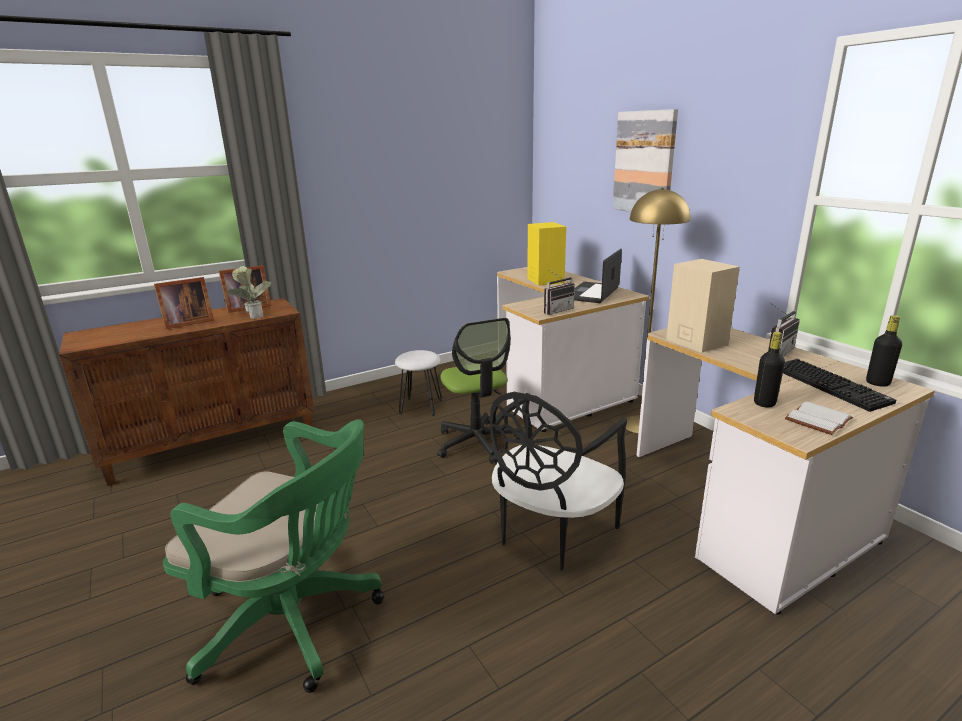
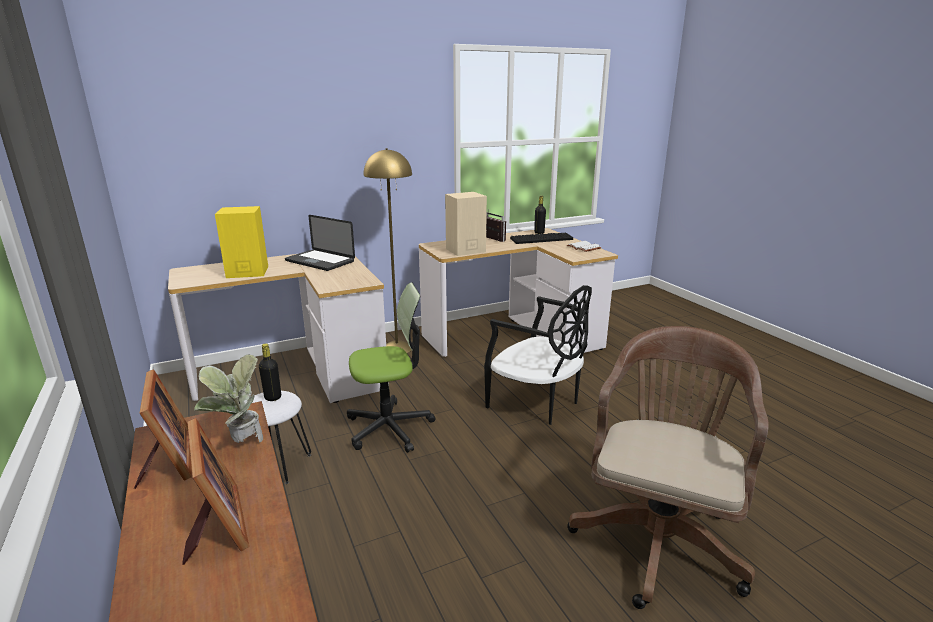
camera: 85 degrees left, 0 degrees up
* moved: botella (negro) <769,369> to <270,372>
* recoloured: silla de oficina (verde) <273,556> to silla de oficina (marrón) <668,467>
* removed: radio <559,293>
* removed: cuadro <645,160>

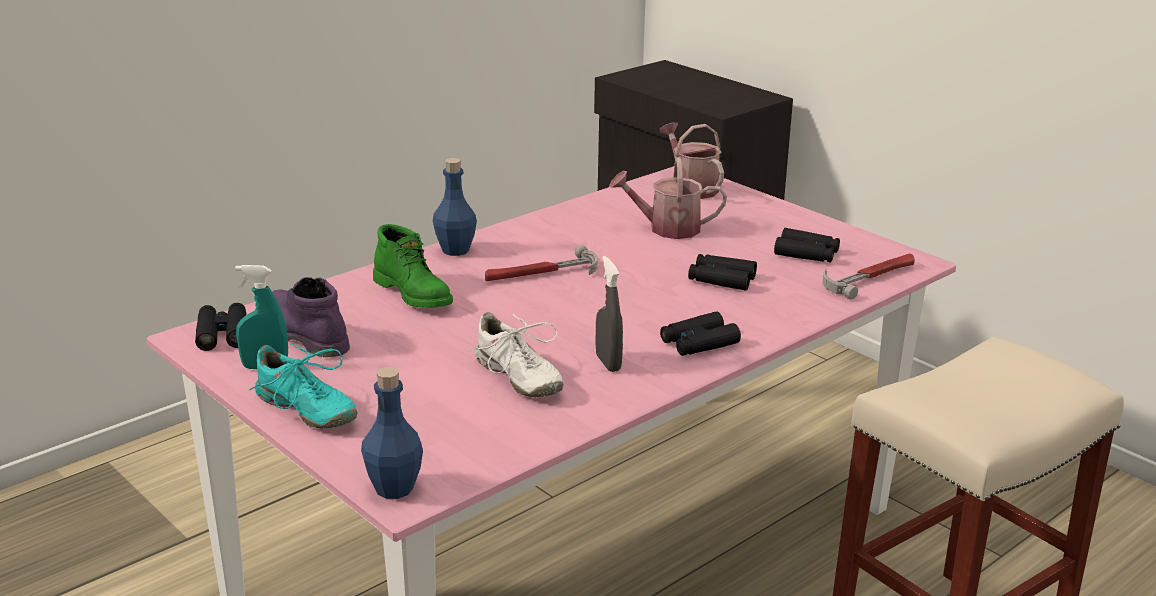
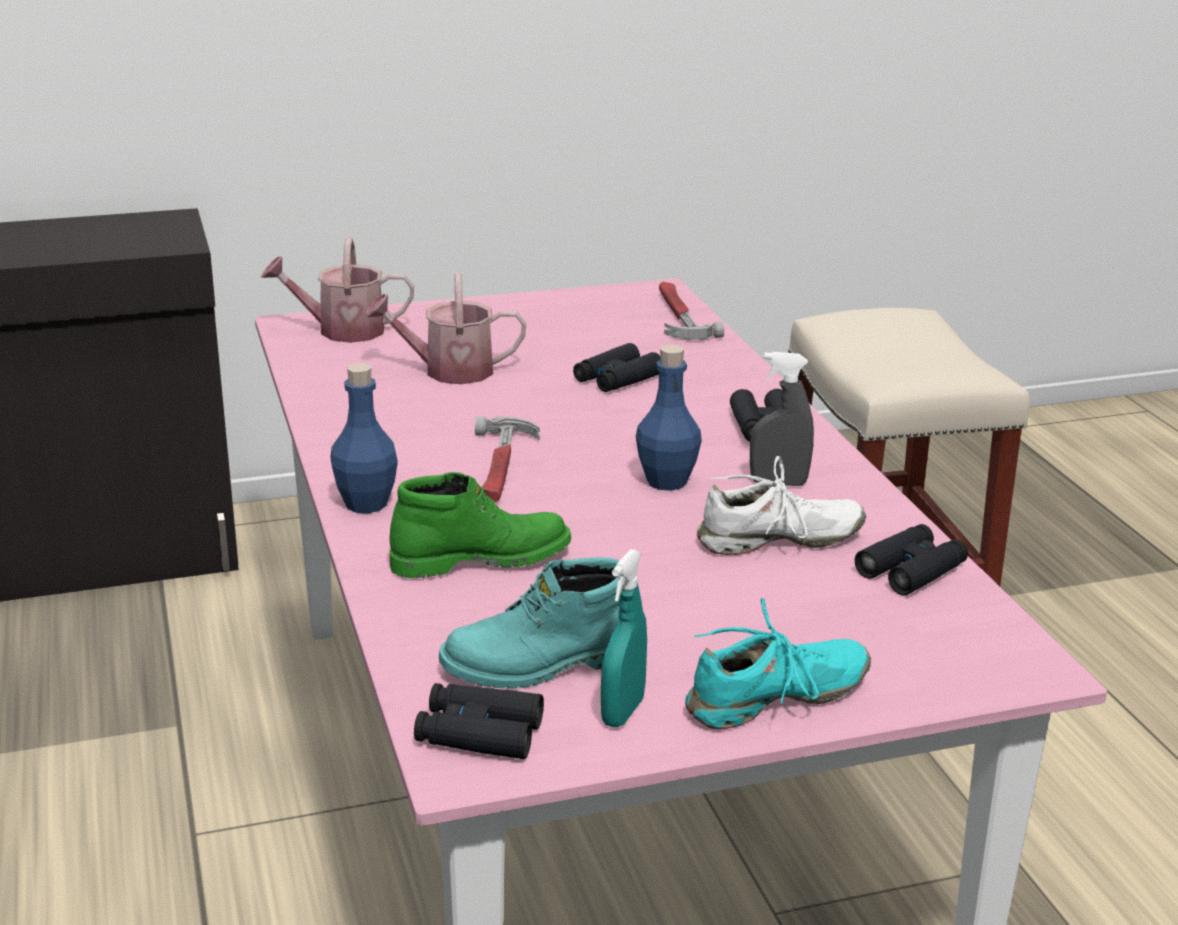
camera: 65 degrees left, 0 degrees up
* turned: regadera <668,198> = <445,328> 60 degrees clockwise
* recoloured: bota (morado) <311,317> to bota (turquesa) <529,622>
* moved: botella (azul) <392,433> to <669,418>
* moved: prismáticos (negro) <807,245> to <911,559>

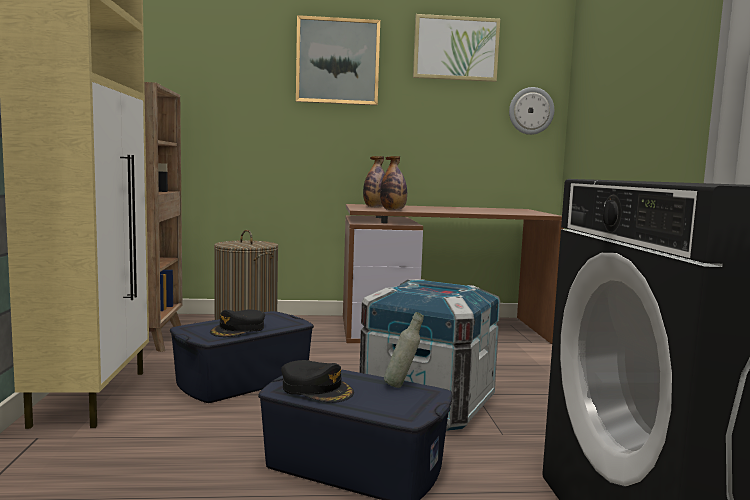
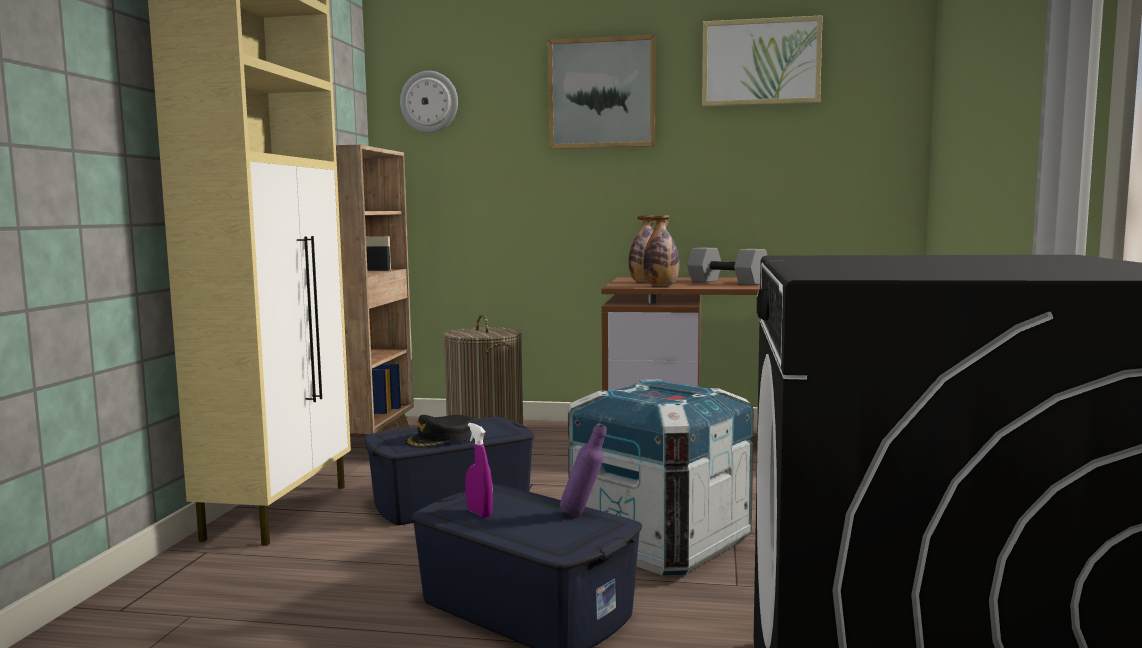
camera: 15 degrees right, 0 degrees up
* moved: reloj de pared <531,111> to <429,102>
* replaced: gorra (negro) <317,381> to pulverizador (morado) <479,470>
* recoloured: botella (gris) <404,350> to botella (morado) <583,469>
* added: mancuerna (gris) <727,266>

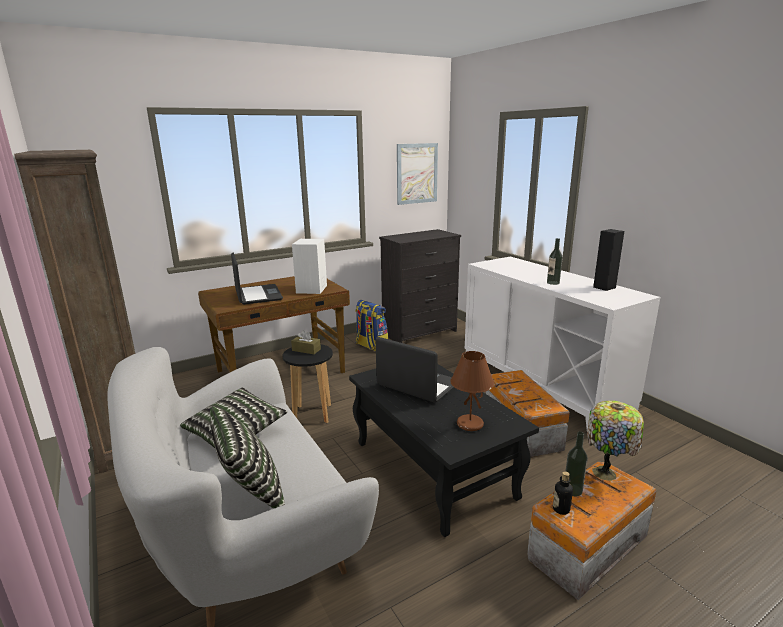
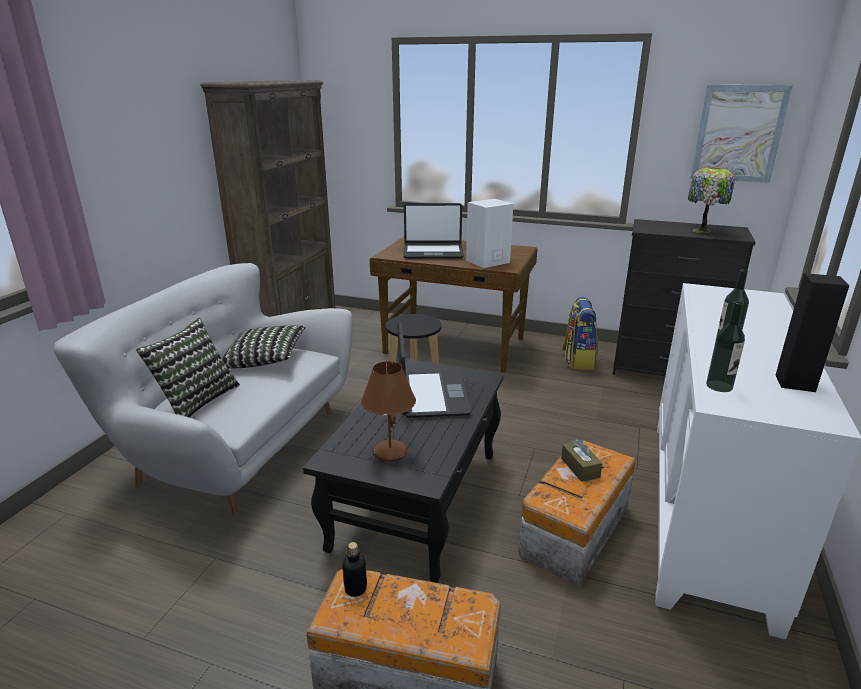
camera: 50 degrees right, 5 degrees up
* turned: portátil <257,278> = <433,231> 60 degrees clockwise
* moved: caja de pañuelos (marrón) <306,342> to <582,460>
* moved: lámpara de mesa <615,441> to <711,199>
* moved: botella <576,463> to <725,346>

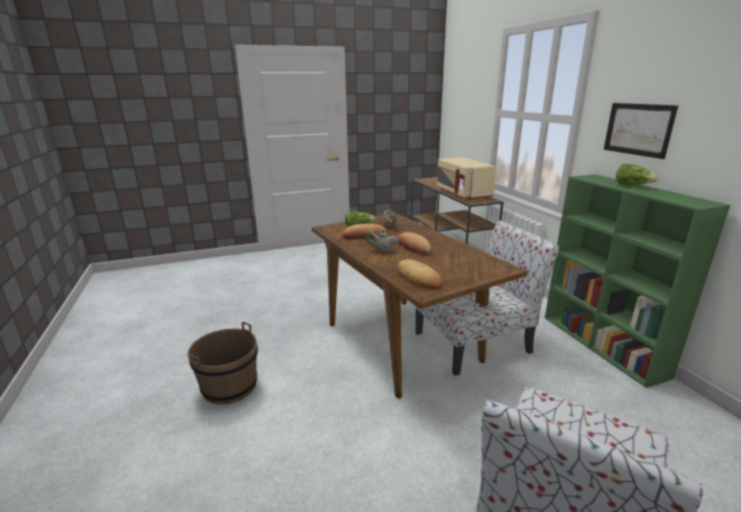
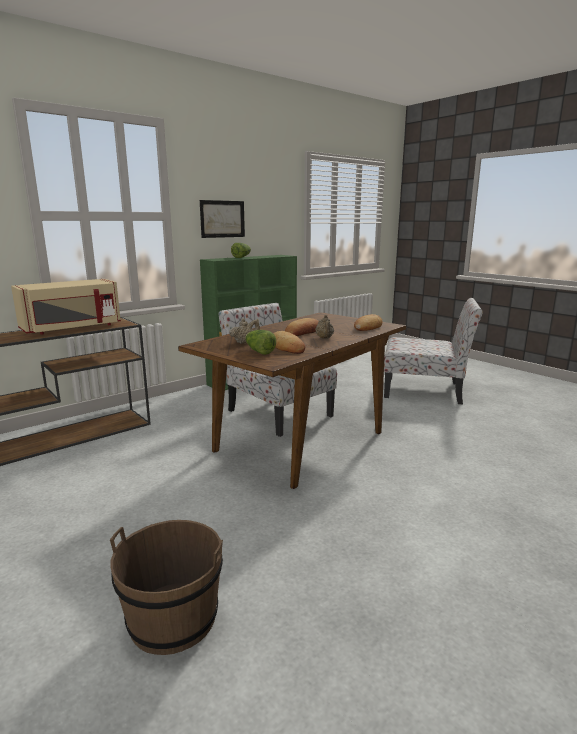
camera: 110 degrees left, 5 degrees down
* moved: cubo (marrón) <222,362> to <166,587>

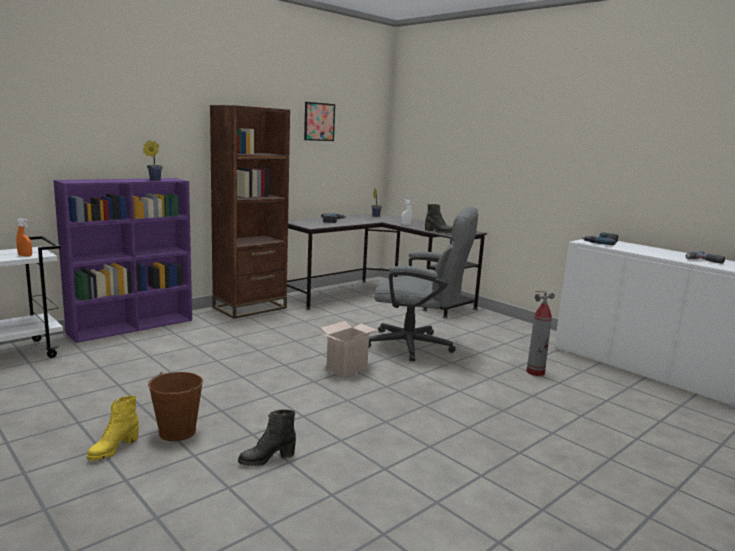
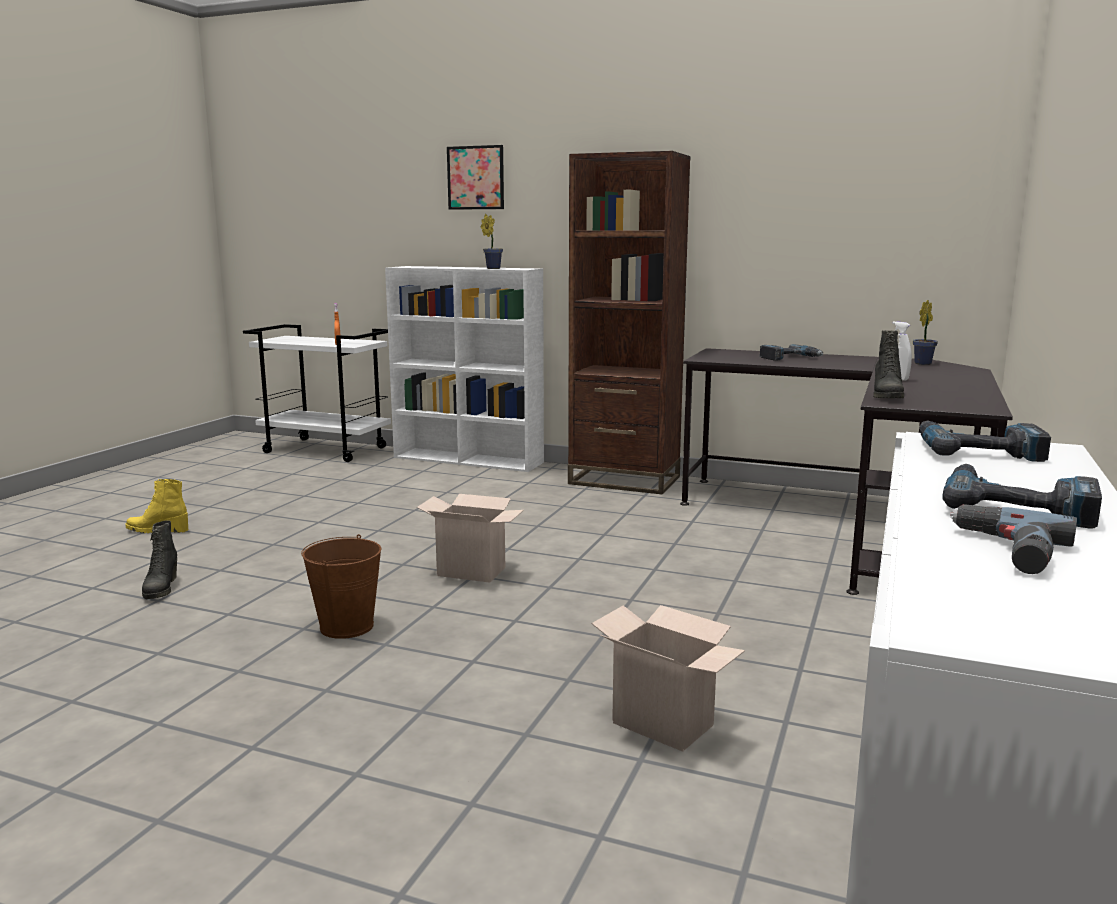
camera: 65 degrees right, 0 degrees up
* turned: bota (negro) <267,437> = <159,559> 135 degrees counterclockwise
* moved: cubo (marrón) <175,406> to <341,586>
* recoloured: estantería (morado) <122,260> to estantería (blanco) <464,369>
* moved: cuadro <319,121> to <475,177>
* replaced: extintor <540,333> to caja de cartón <668,678>
* added: taladro <1022,496>
* removed: silla de oficina (gris) <423,284>

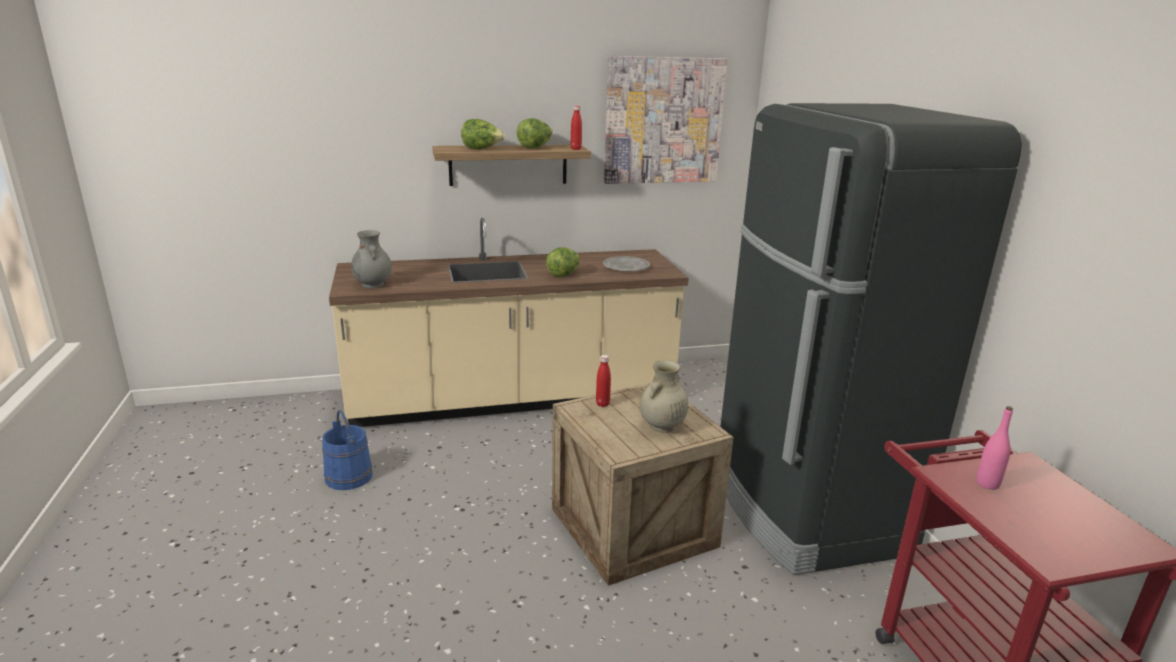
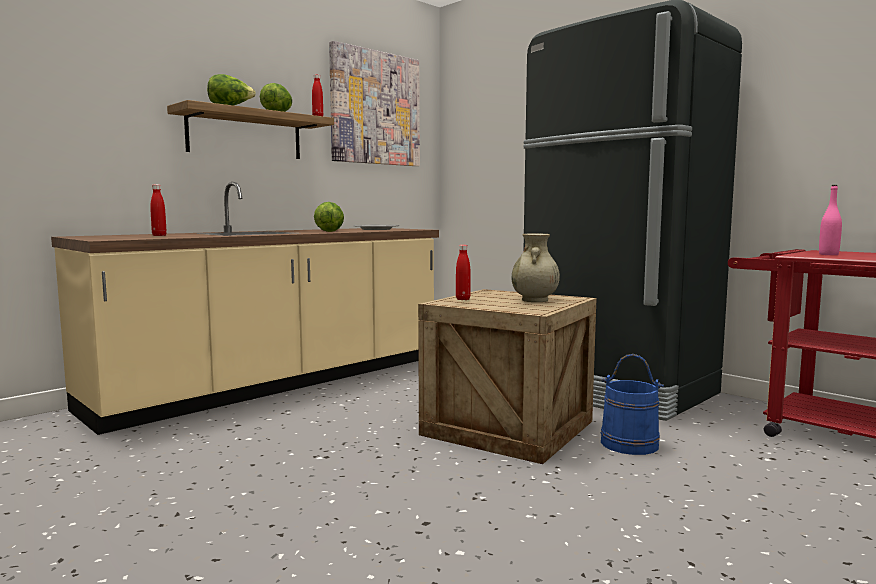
camera: 30 degrees left, 15 degrees down
* added: botella (rojo) <158,210>
* moved: cubo (azul) <347,450> to <632,404>
* removed: florero (gris) <371,259>

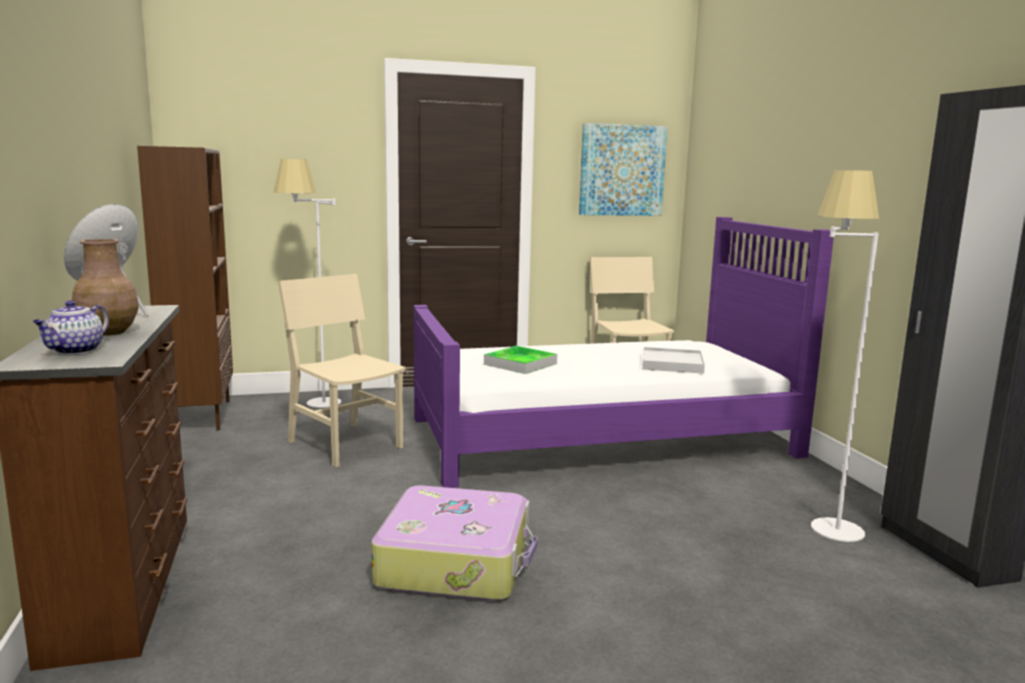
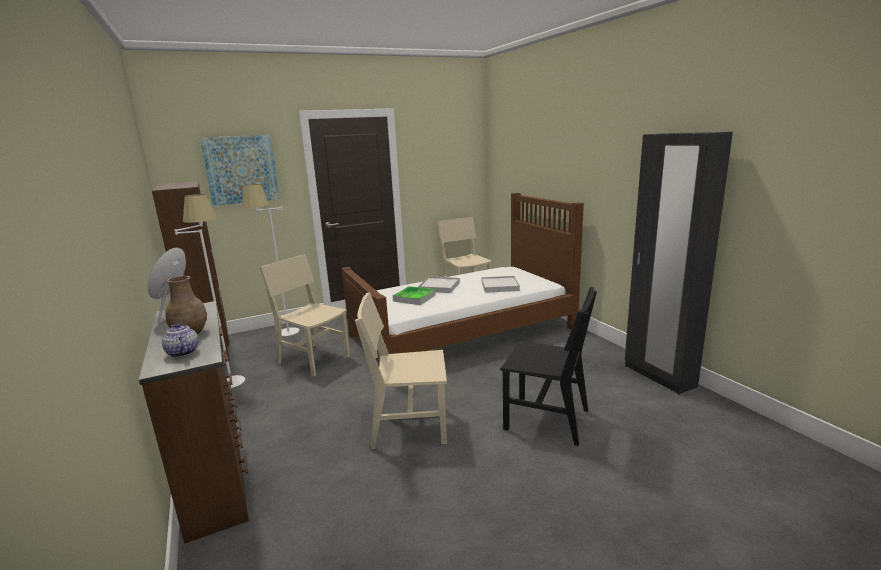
camera: 10 degrees left, 5 degrees up
* turned: tetera <71,327> = <180,340> 135 degrees clockwise
* moved: lámpara de pie (blanco) <845,356> to <209,291>
* moved: cuadro <623,169> to <240,170>
* recoloured: cama (morado) <624,352> to cama (marrón) <463,275>
* replaced: maleta <454,543> to silla (beis) <401,370>
* added: bandeja (blanco) <439,284>
* added: silla (negro) <548,366>

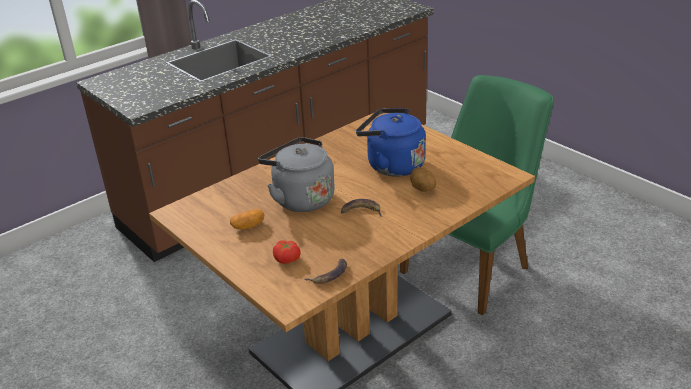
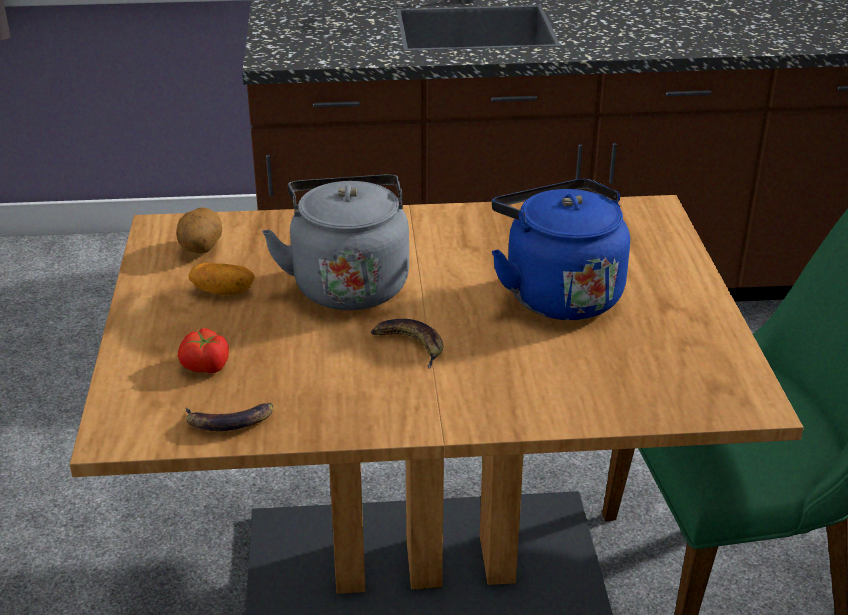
camera: 35 degrees right, 0 degrees up
* moved: patata <423,179> to <199,231>

